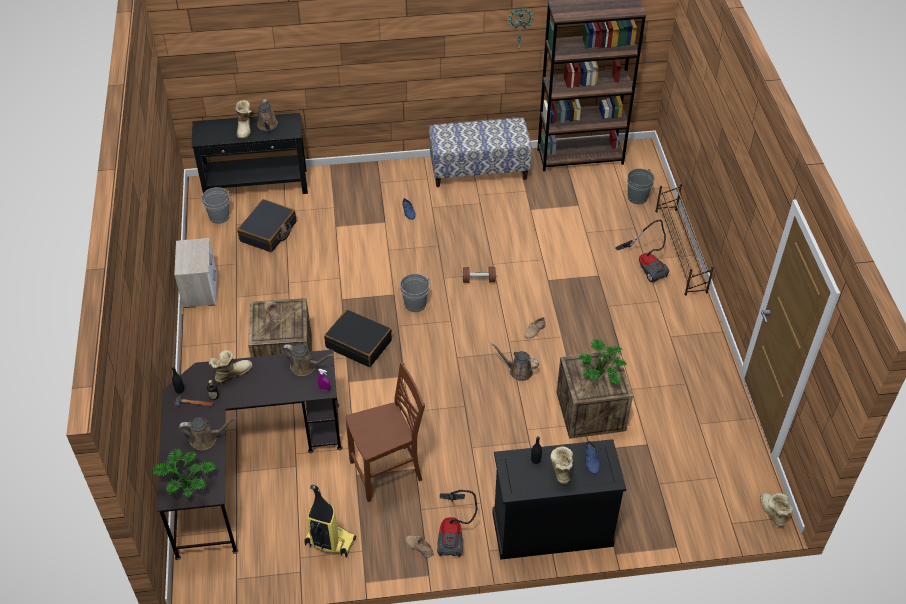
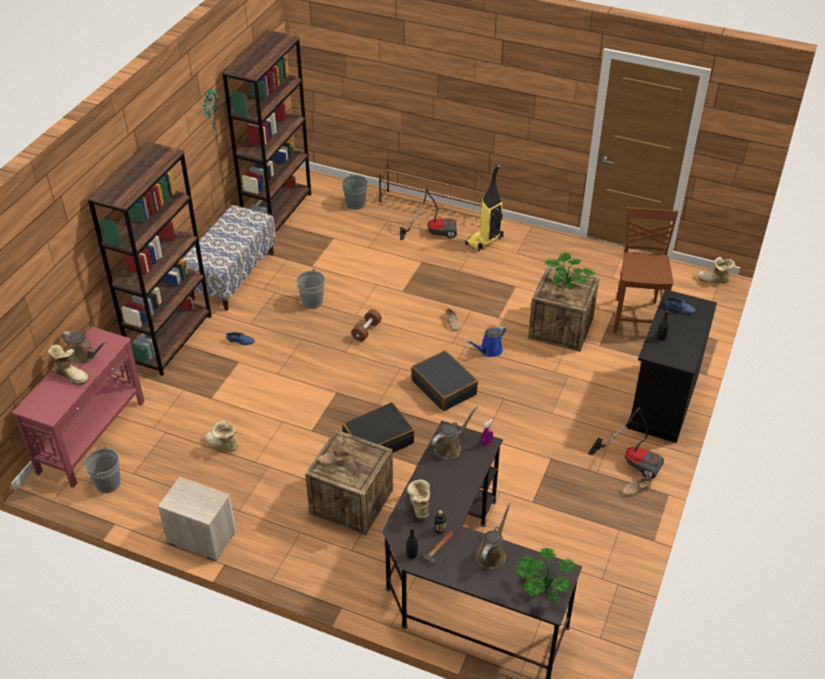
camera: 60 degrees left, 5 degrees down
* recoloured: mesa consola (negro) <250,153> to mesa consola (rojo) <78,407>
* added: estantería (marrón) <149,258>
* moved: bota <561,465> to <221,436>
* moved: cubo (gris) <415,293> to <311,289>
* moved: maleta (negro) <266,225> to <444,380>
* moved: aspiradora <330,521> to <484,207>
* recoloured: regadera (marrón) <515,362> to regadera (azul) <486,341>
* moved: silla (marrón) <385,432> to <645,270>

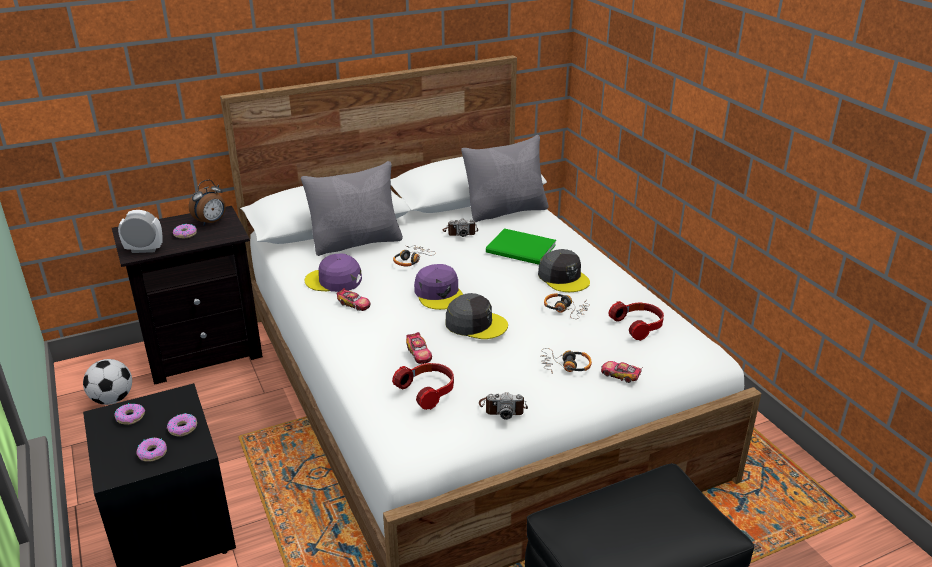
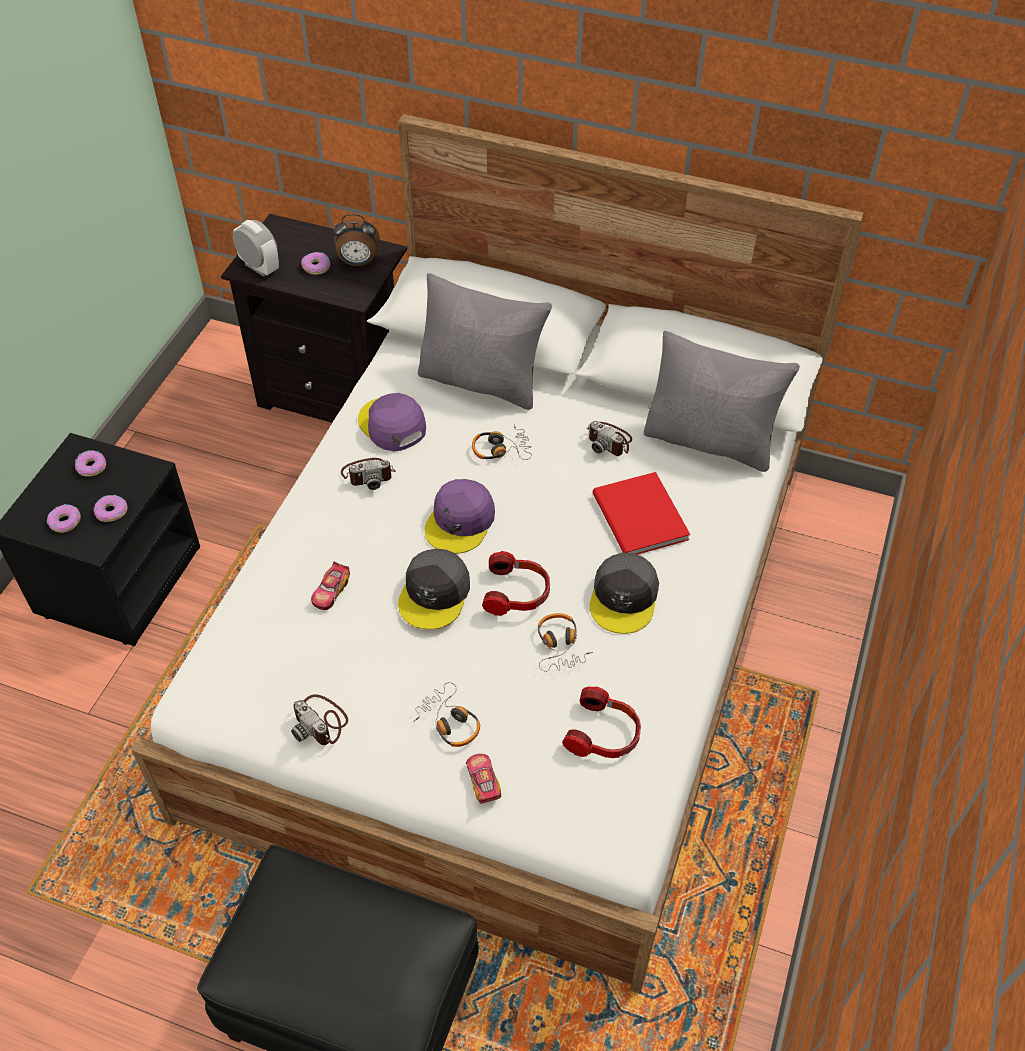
camera: 45 degrees right, 20 degrees up
* replaced: coche de juguete <353,299> to cámara <368,474>
* turned: gorra (gris) <476,316> = <434,589> 45 degrees clockwise
* moved: auriculares <423,386> to <516,583>
* recoloured: libro (verde) <521,246> to libro (rojo) <641,513>
* removed: balón de fútbol <107,382>

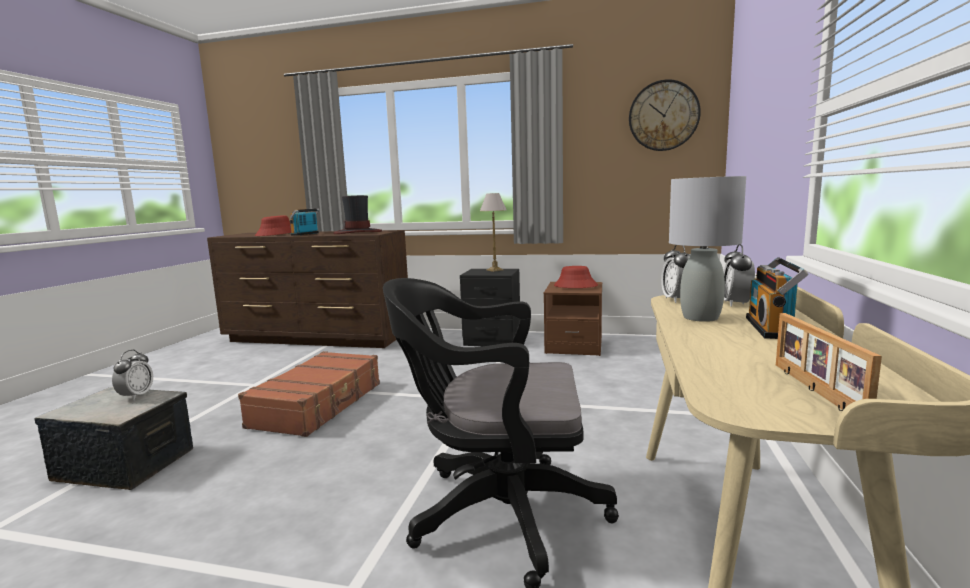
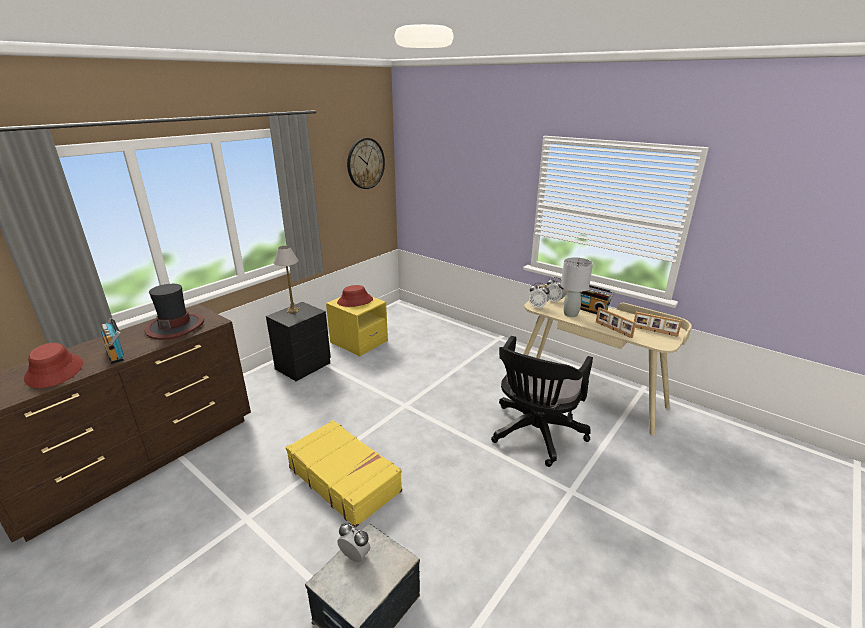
camera: 65 degrees left, 15 degrees up
* recoloured: maleta (marrón) <309,394> to maleta (amarillo) <344,474>
* recoloured: mesita de noche (marrón) <573,319> to mesita de noche (amarillo) <357,326>
* added: portarretratos <616,322>

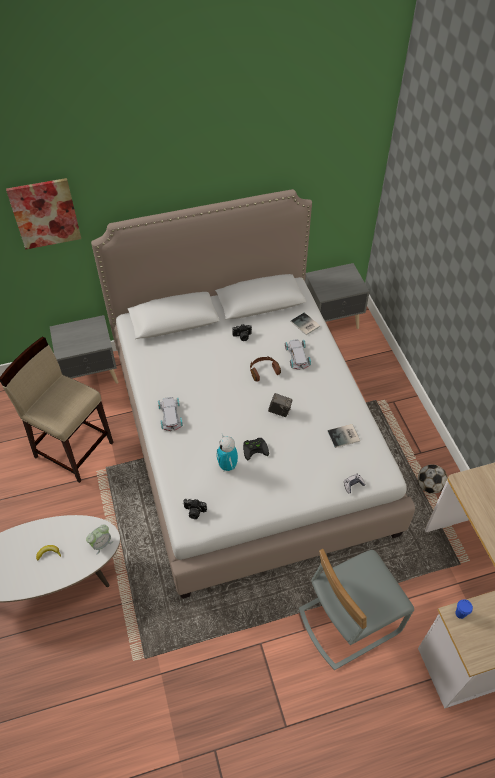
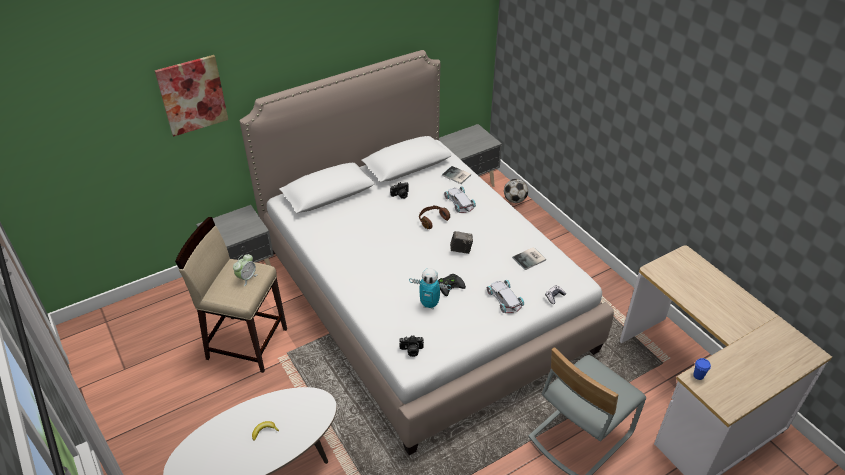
camera: 15 degrees left, 10 degrees down
* moved: despertador <99,539> to <245,270>
* turned: robot de juguete <227,453> = <430,288> 45 degrees counterclockwise
* moved: coche de juguete (blanco) <170,414> to <505,296>
* moved: balón de fútbol <433,479> to <516,191>

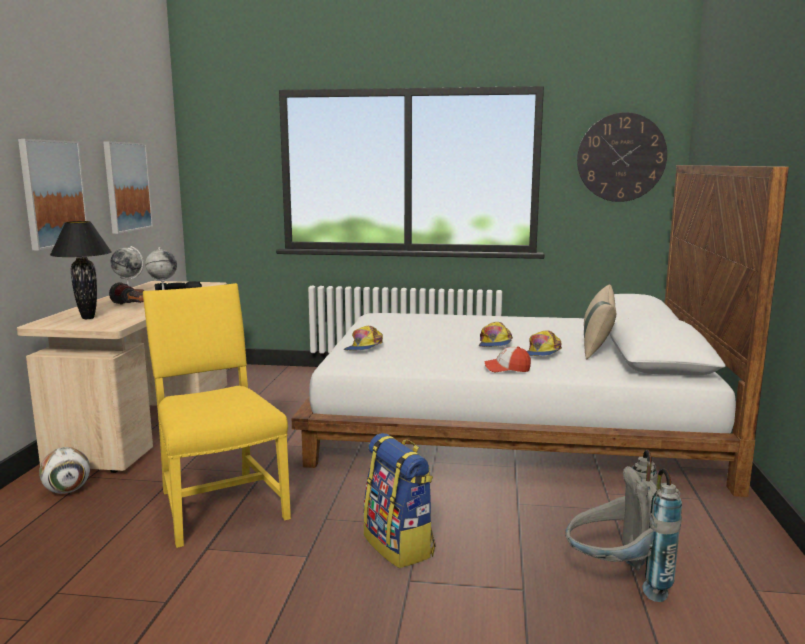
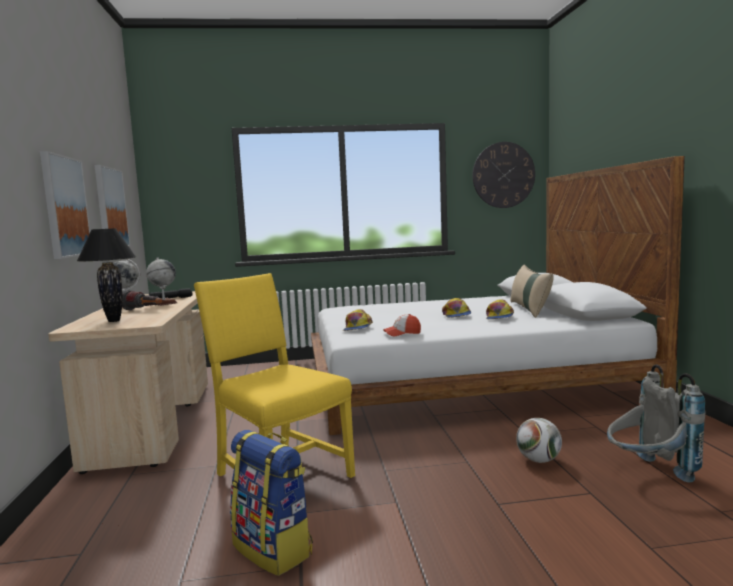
camera: 15 degrees left, 5 degrees down
* moved: mochila <399,500> to <271,503>
* moved: gorra <507,359> to <402,325>
* moved: balón de fútbol <64,470> to <539,440>

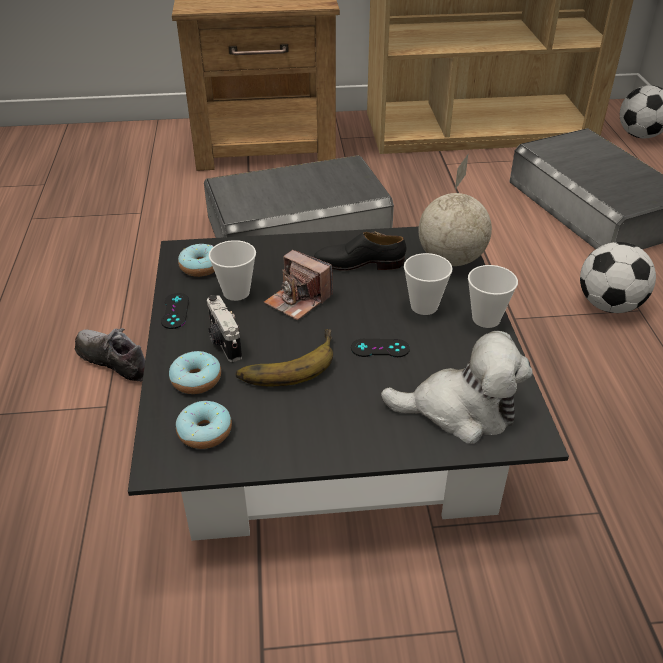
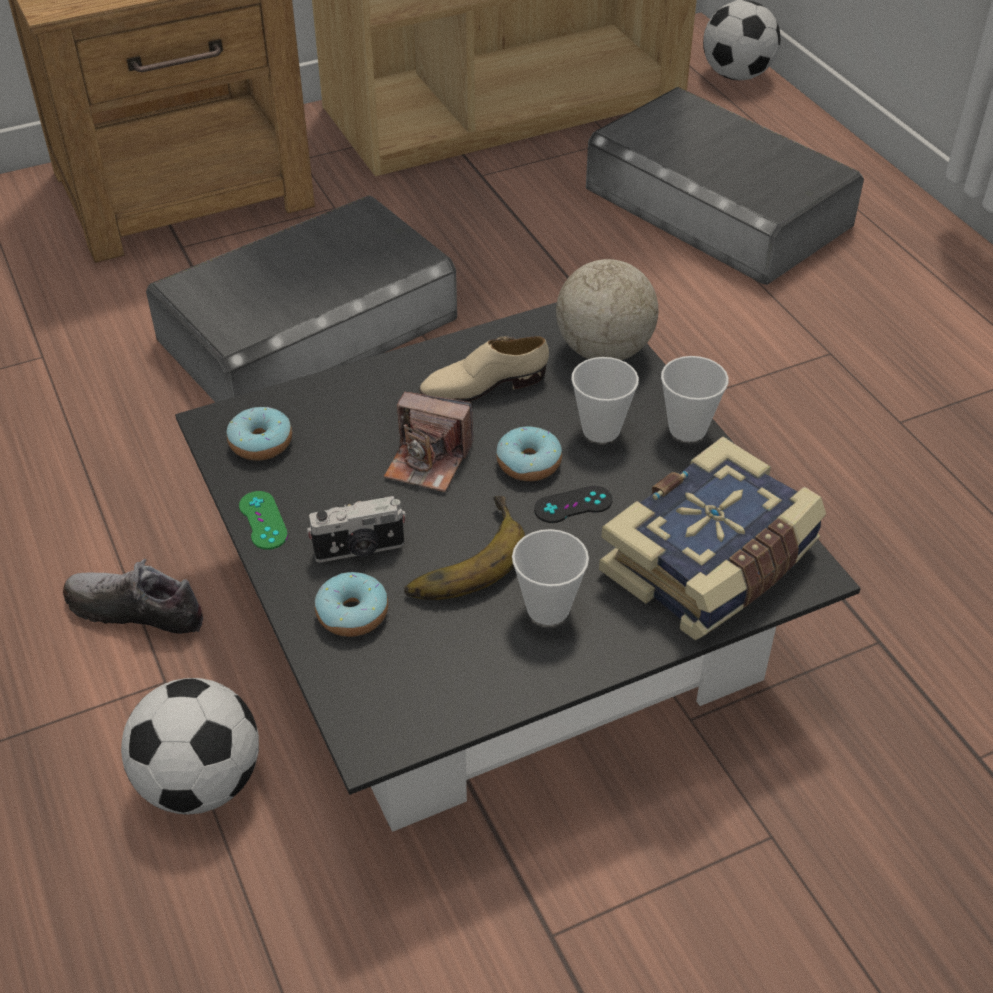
camera: 20 degrees left, 5 degrees up
* moved: balón de fútbol <618,277> to <190,746>
* recoloured: mando de consola (negro) <175,311> to mando de consola (verde) <263,520>
* turned: cámara <224,328> = <356,529> 60 degrees counterclockwise
* recoloured: zapato (negro) <359,251> to zapato (beis) <484,369>
* moved: rosquilla <204,425> to <529,453>
* moved: taza <232,270> to <550,577>
* replaced: peluche <457,387> to libro <712,538>

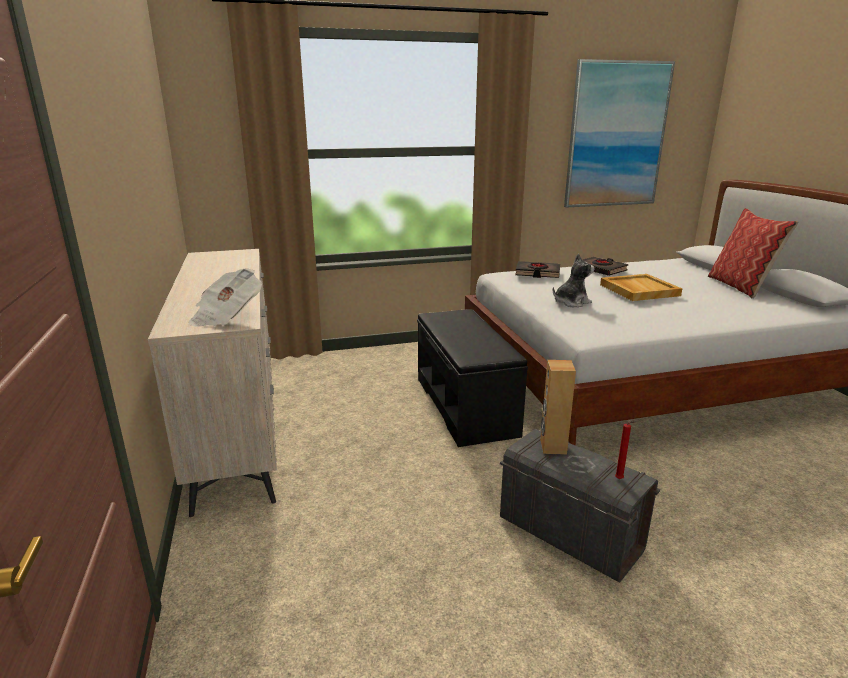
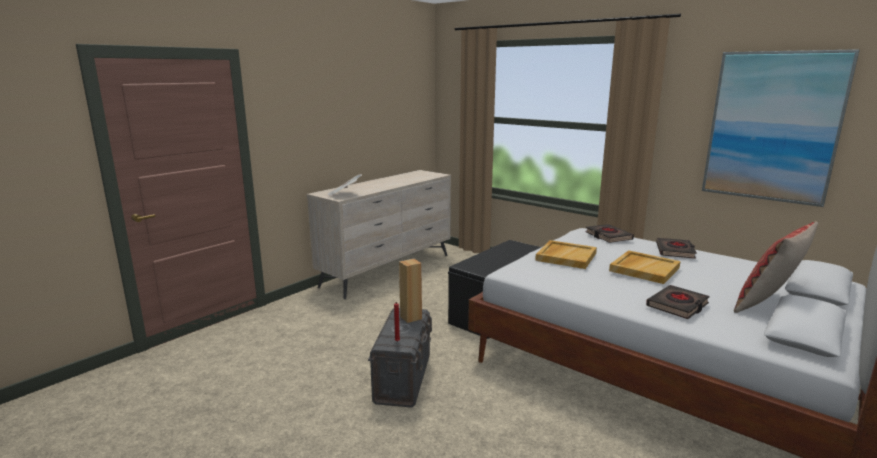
camera: 55 degrees right, 5 degrees down
* replaced: peluche <573,280> to bandeja (beis) <566,254>
* added: libro (negro) <678,302>

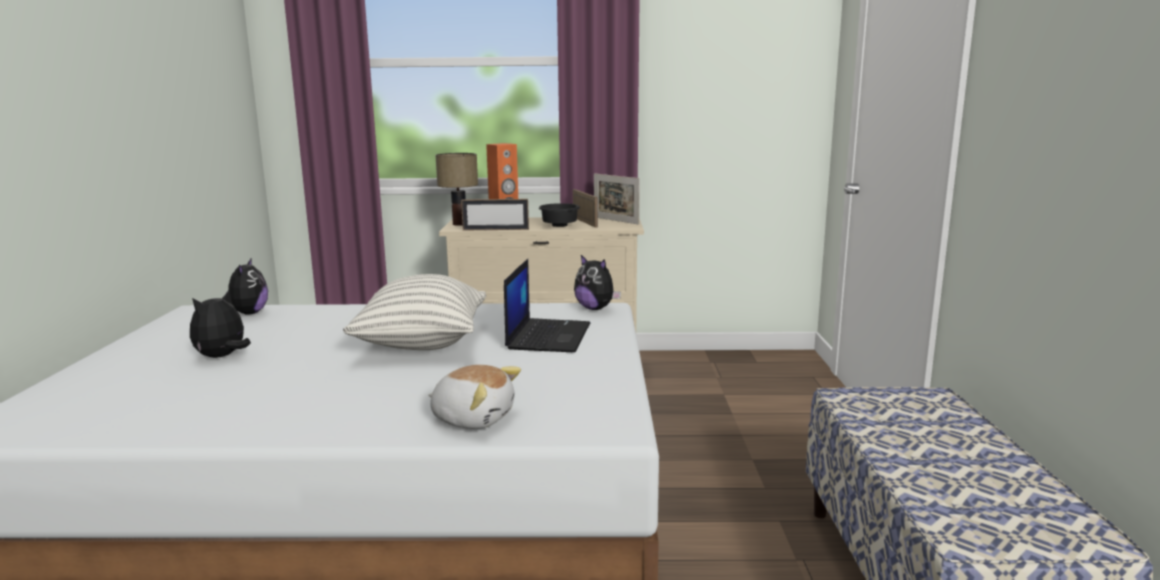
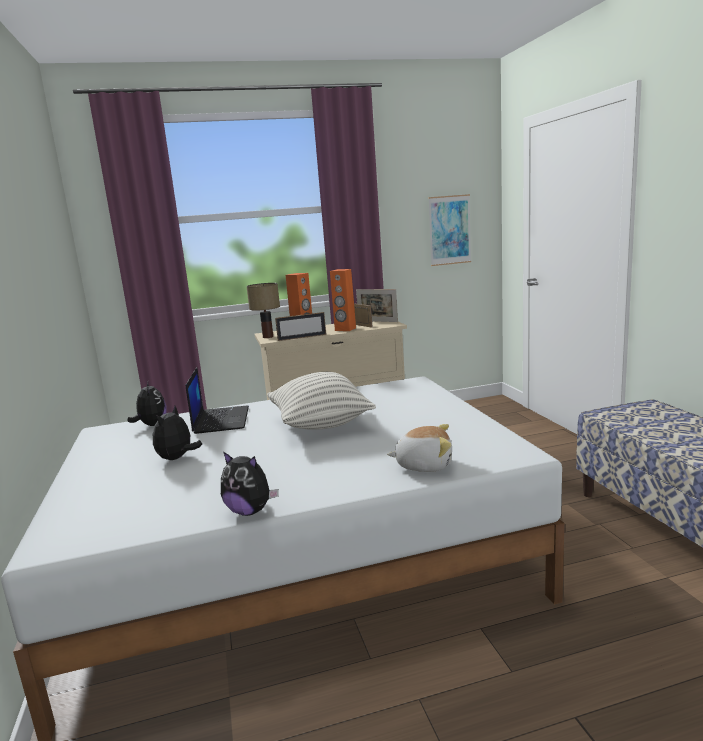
camera: 15 degrees left, 0 degrees up
* moved: portátil <547,305> to <217,400>
* moved: peluche <597,282> to <250,484>
* replaced: cuenco (negro) <559,215> to altavoz (naranja) <343,300>
* added: cuadro <449,230>

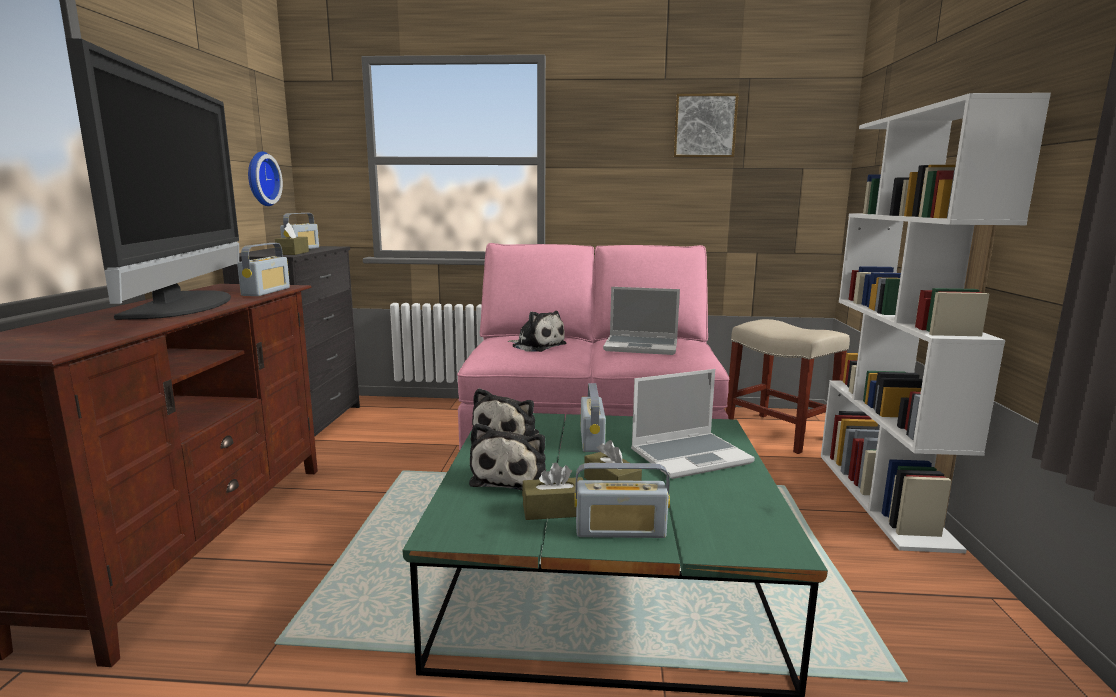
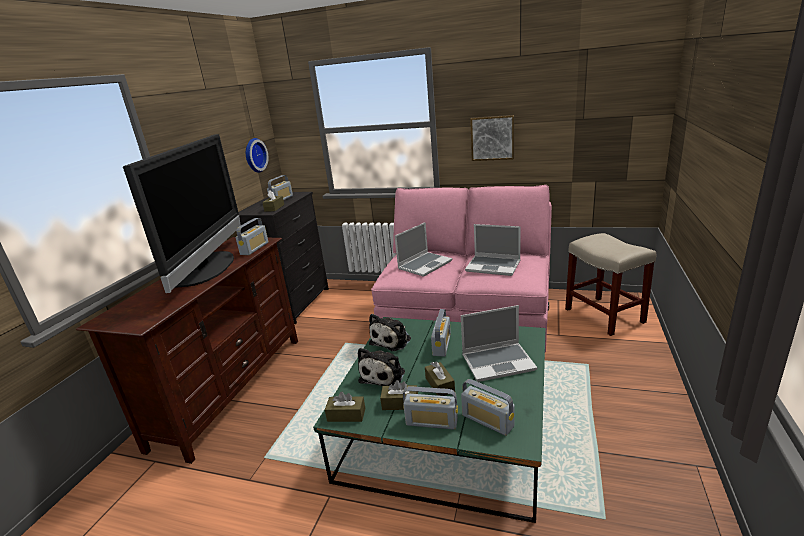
camera: 15 degrees right, 10 degrees up
* added: caja de pañuelos (marrón) <345,407>
* replaced: peluche <537,331> to portátil <423,249>
* added: radio <488,407>
* moved: cuadro <706,125> to <492,138>
* removed: estantería (blanco) <936,323>

